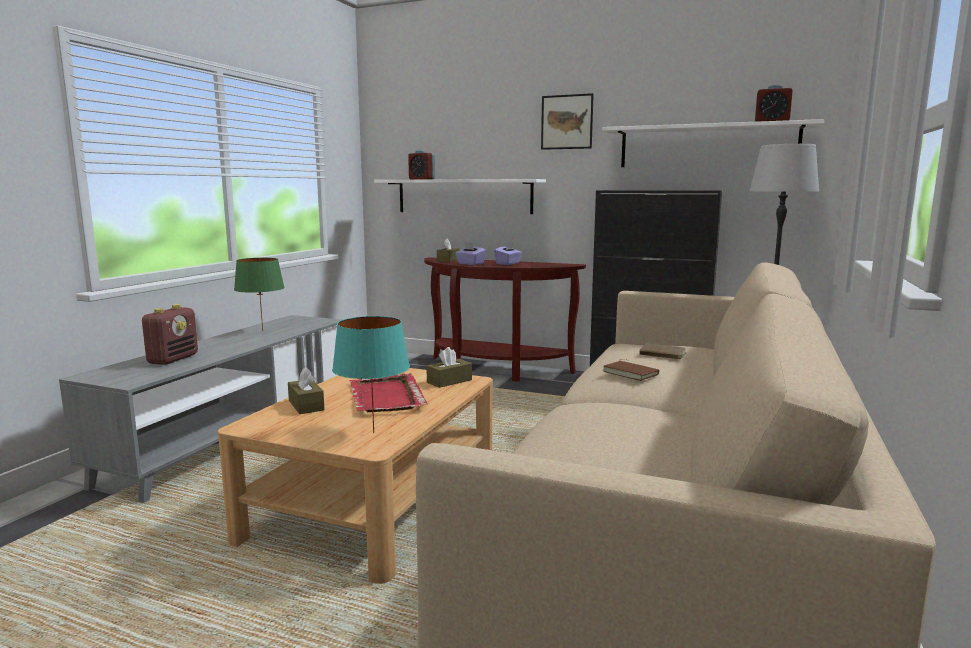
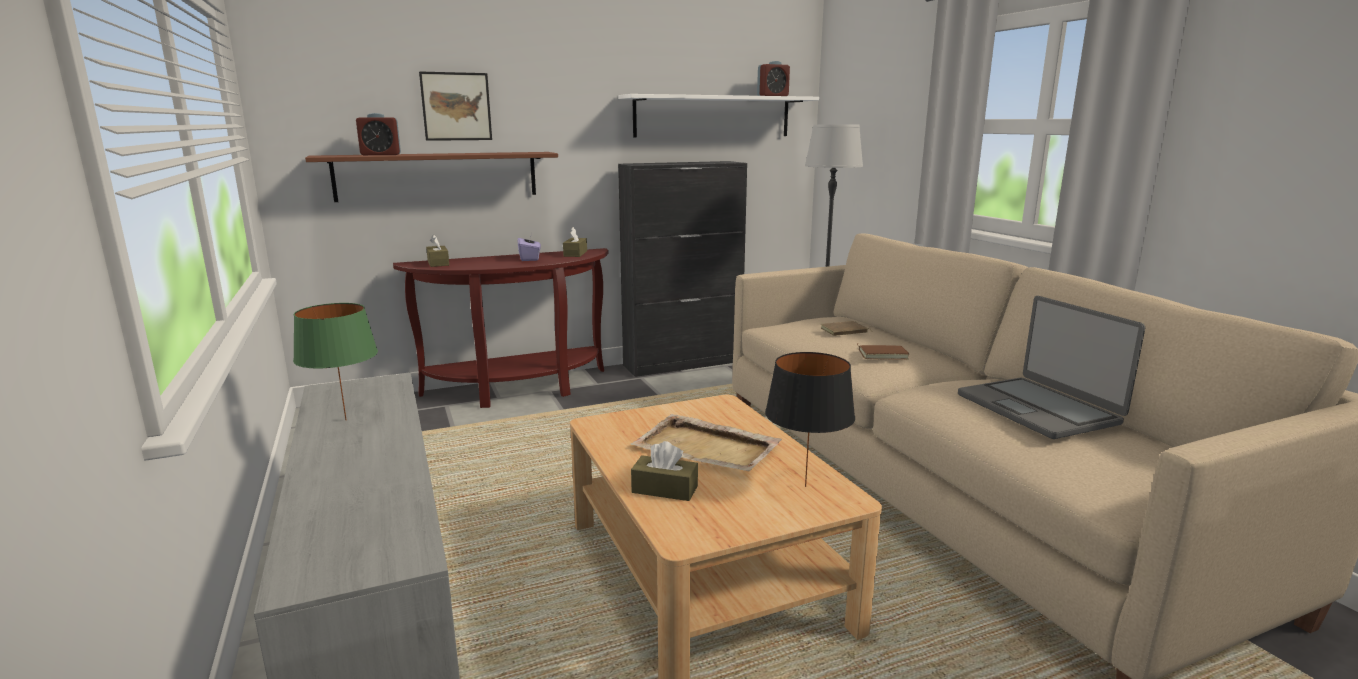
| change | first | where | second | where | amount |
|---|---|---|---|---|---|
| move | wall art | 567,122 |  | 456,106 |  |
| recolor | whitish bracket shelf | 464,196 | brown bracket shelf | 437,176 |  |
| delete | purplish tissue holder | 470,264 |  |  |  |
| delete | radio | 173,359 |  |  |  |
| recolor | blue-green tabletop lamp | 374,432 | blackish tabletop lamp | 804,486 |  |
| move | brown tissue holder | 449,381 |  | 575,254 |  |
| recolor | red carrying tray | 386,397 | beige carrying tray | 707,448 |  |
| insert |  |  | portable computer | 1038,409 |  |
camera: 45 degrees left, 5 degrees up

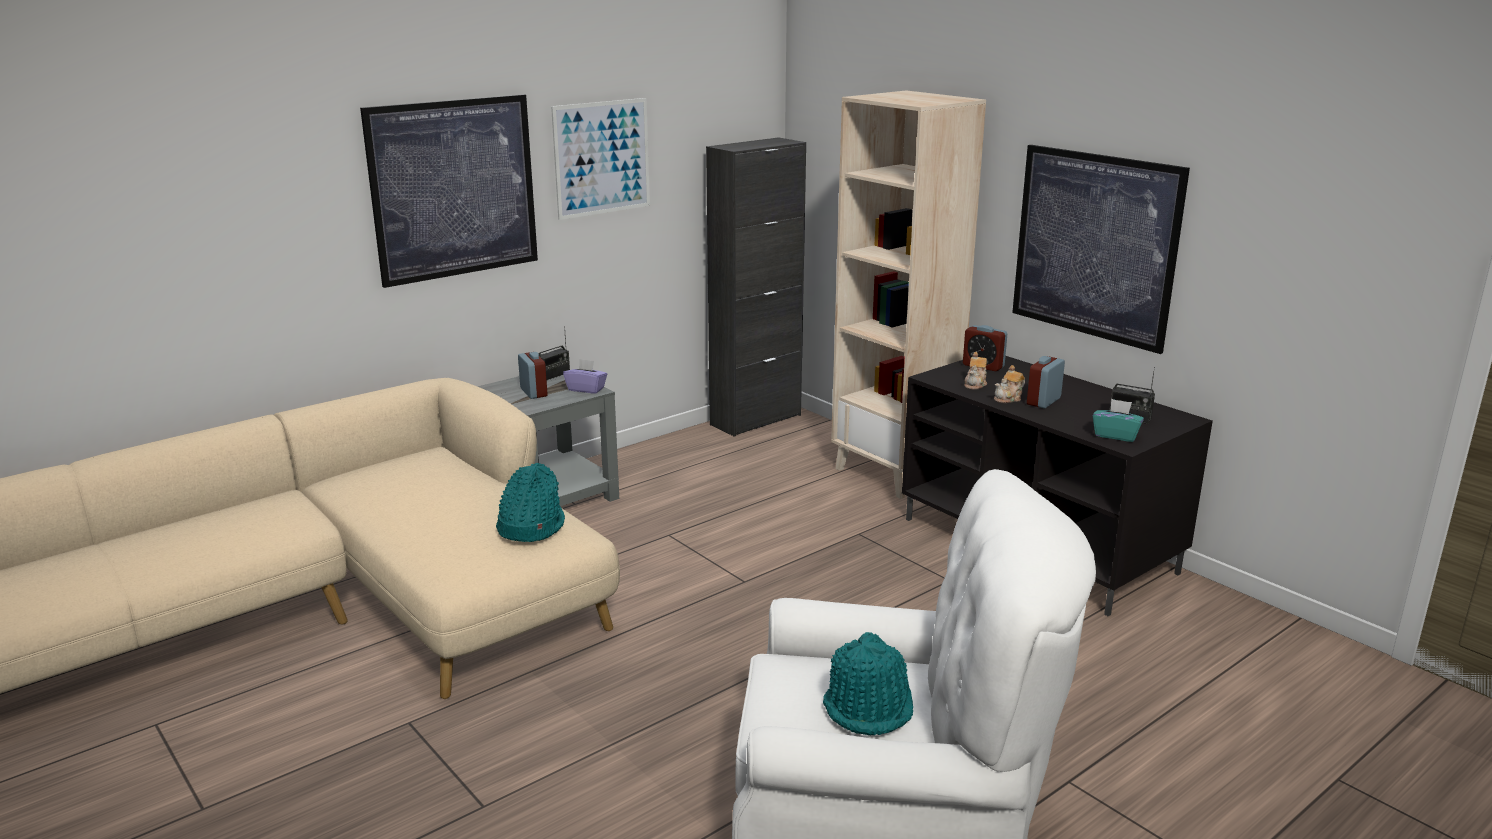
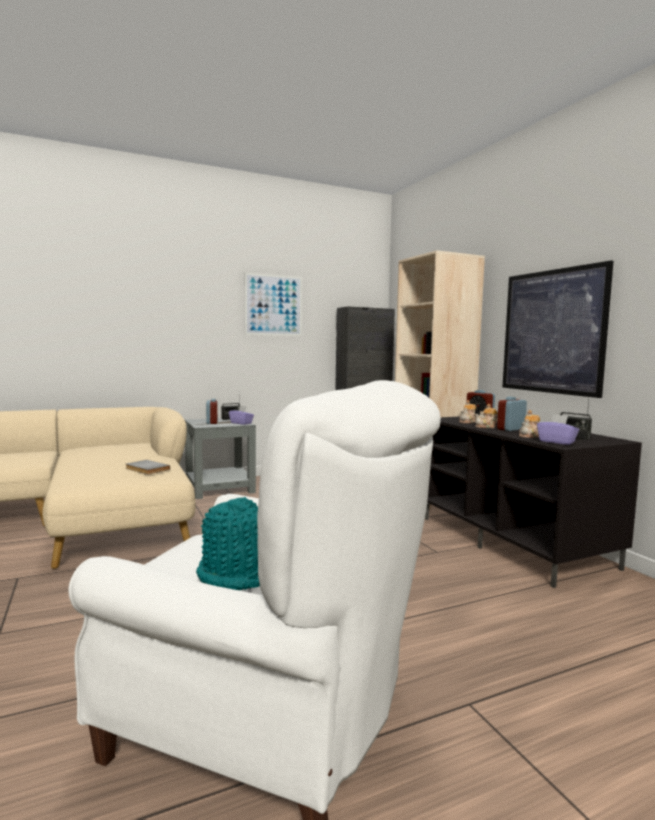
| change | first | where | second | where | amount |
|---|---|---|---|---|---|
| delete | wall art | 454,189 |  |  |  |
| recolor | blue-green tissue holder | 1116,435 | purplish tissue holder | 557,442 |  |
| replace | blue-green hat | 530,526 | grey volume | 146,469 |  |
| insert |  |  | pot for tea | 529,436 |  |
camera: 15 degrees right, 15 degrees down

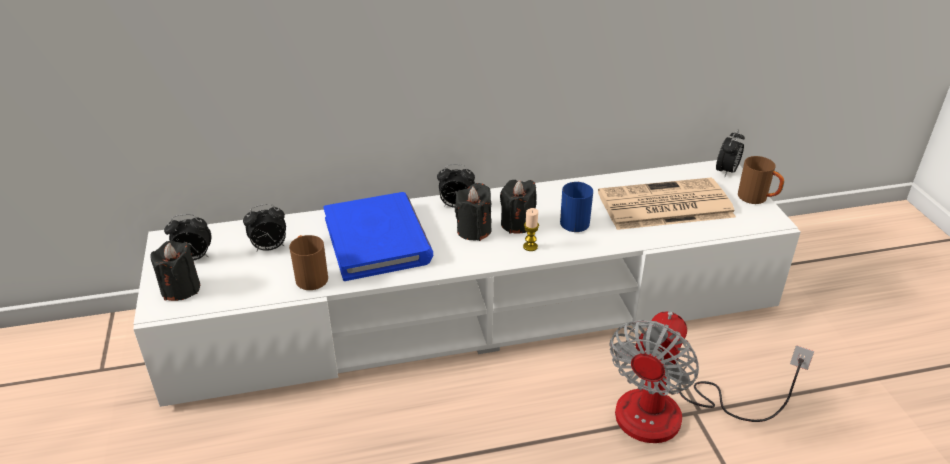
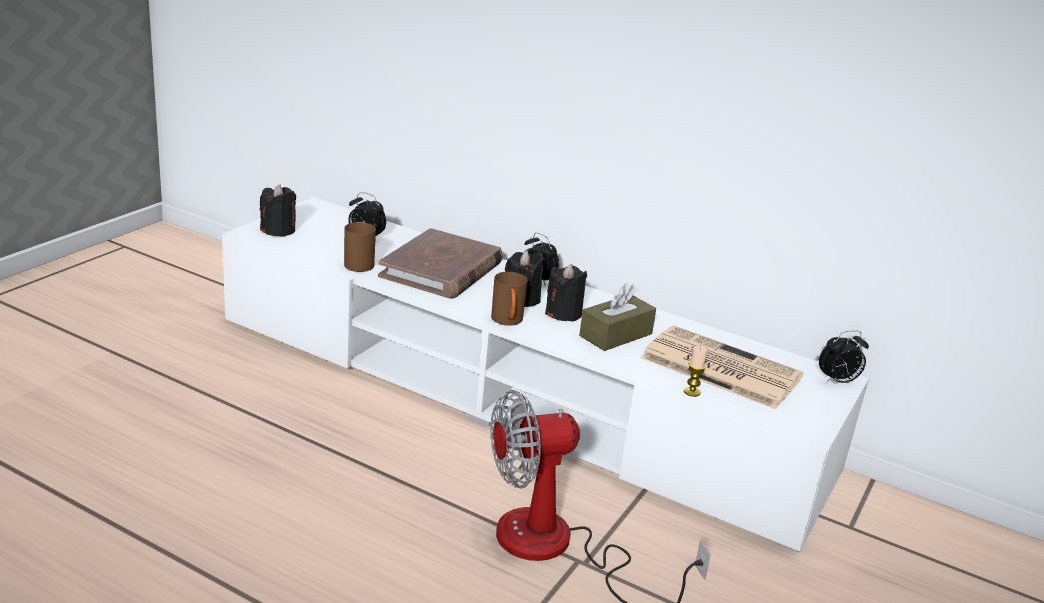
| change | first | where | second | where | amount |
|---|---|---|---|---|---|
| move | brown mug | 757,199 |  | 508,322 |  |
| replace | blue mug | 574,220 | brown tissue holder | 615,335 |  |
| recolor | blue volume | 378,240 | brown volume | 442,270 |  |
| move | candle | 530,246 |  | 692,392 |  |
| delete | alarm clock | 194,258 |  |  |  |
camera: 40 degrees right, 10 degrees down

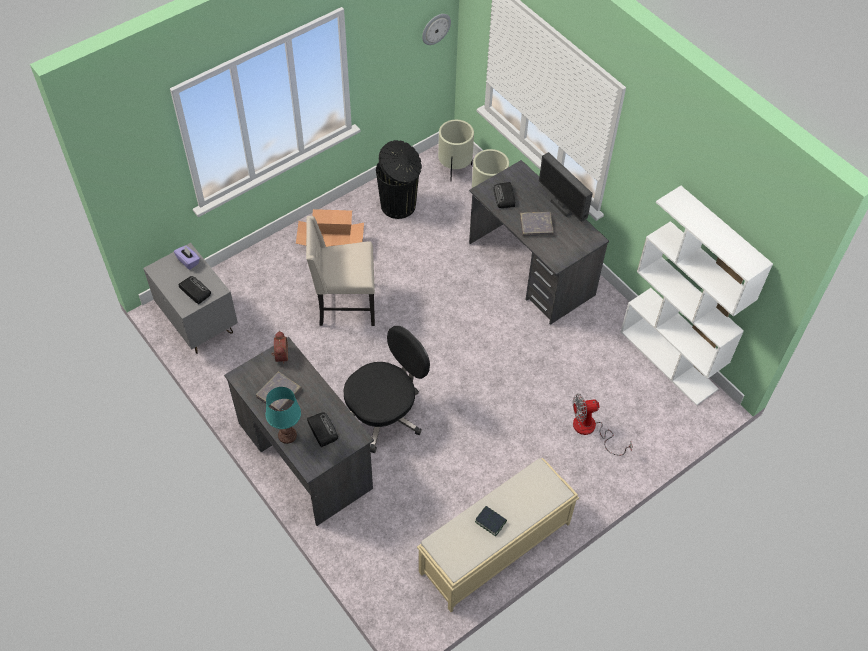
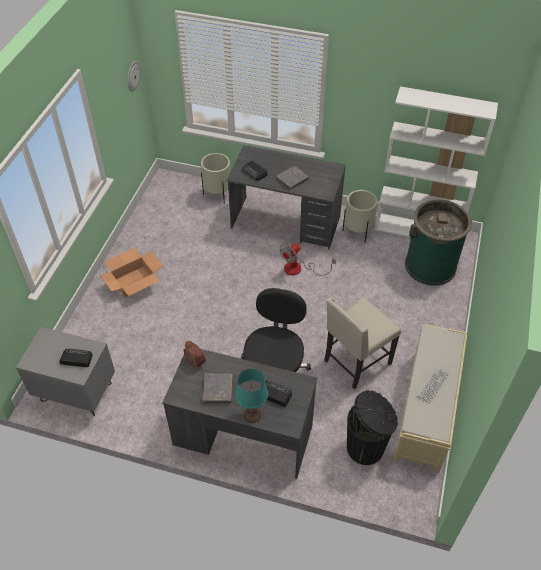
| change | first | where | second | where | amount |
|---|---|---|---|---|---|
| move | beige plant pot | 455,168 |  | 358,232 |  |
| move | blackish rubbish bin | 399,206 |  | 366,447 |  |
| delete | computer screen | 562,207 |  |  |  |
| move | beige chair | 345,305 |  | 356,362 |  |
| delete | purplish tissue holder | 188,261 |  |  |  |
| move | fan | 591,430 |  | 299,269 |  |
| replace | volume | 490,522 | computer keyboard | 433,385 |  |
| insert |  |  | green-coloured rubbish bin | 430,265 |  |
camera: 35 degrees left, 5 degrees down

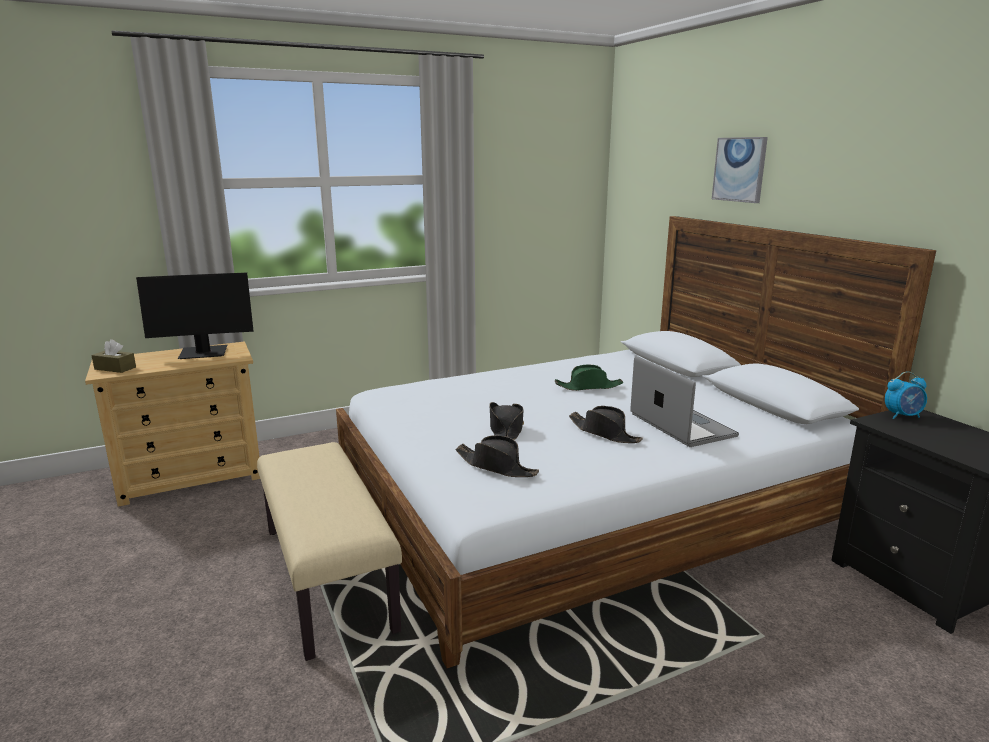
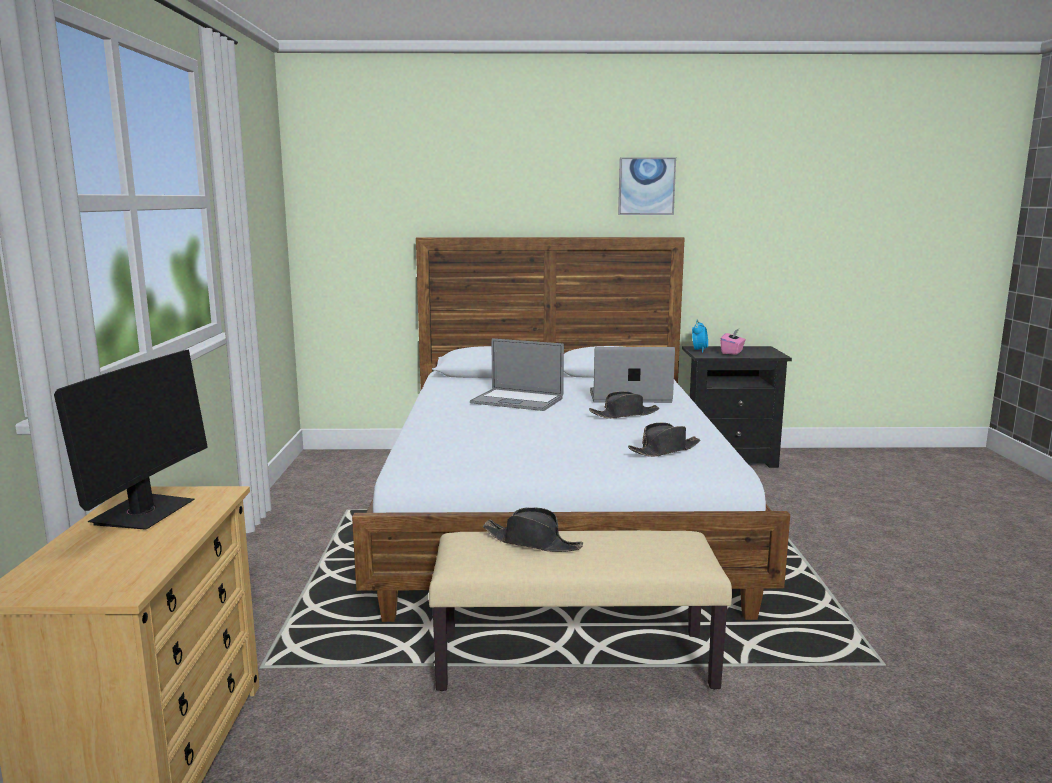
| change | first | where | second | where | amount |
|---|---|---|---|---|---|
| move | wall art | 739,169 |  | 646,186 |  |
| delete | brown tissue holder | 115,368 |  |  |  |
| replace | green-coloured hat | 589,387 | portable computer | 517,400 |  |
| move | blackish hat | 506,429 |  | 532,542 |  |
| insert |  |  | pink tissue holder | 732,352 |  |
camera: 65 degrees left, 5 degrees down

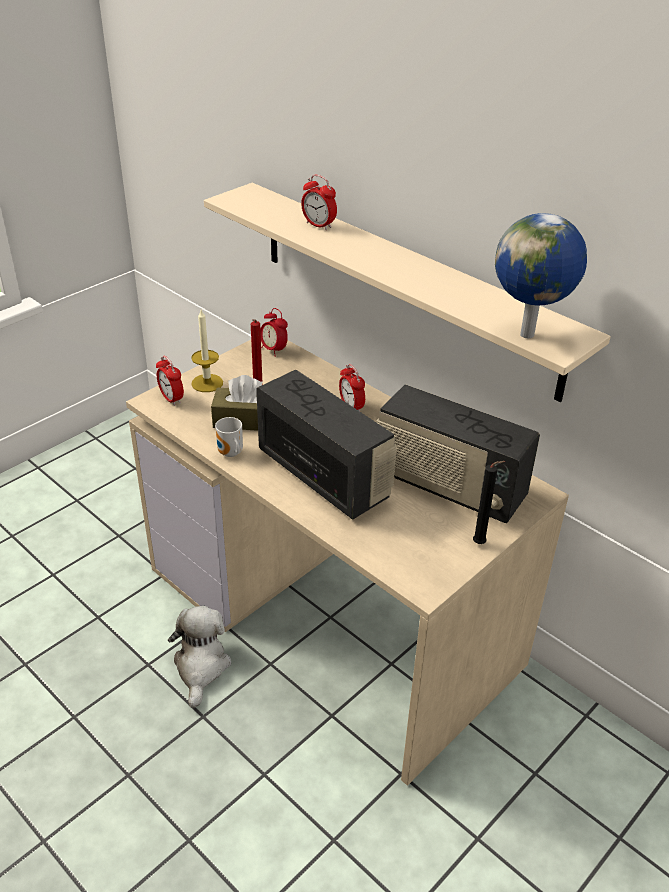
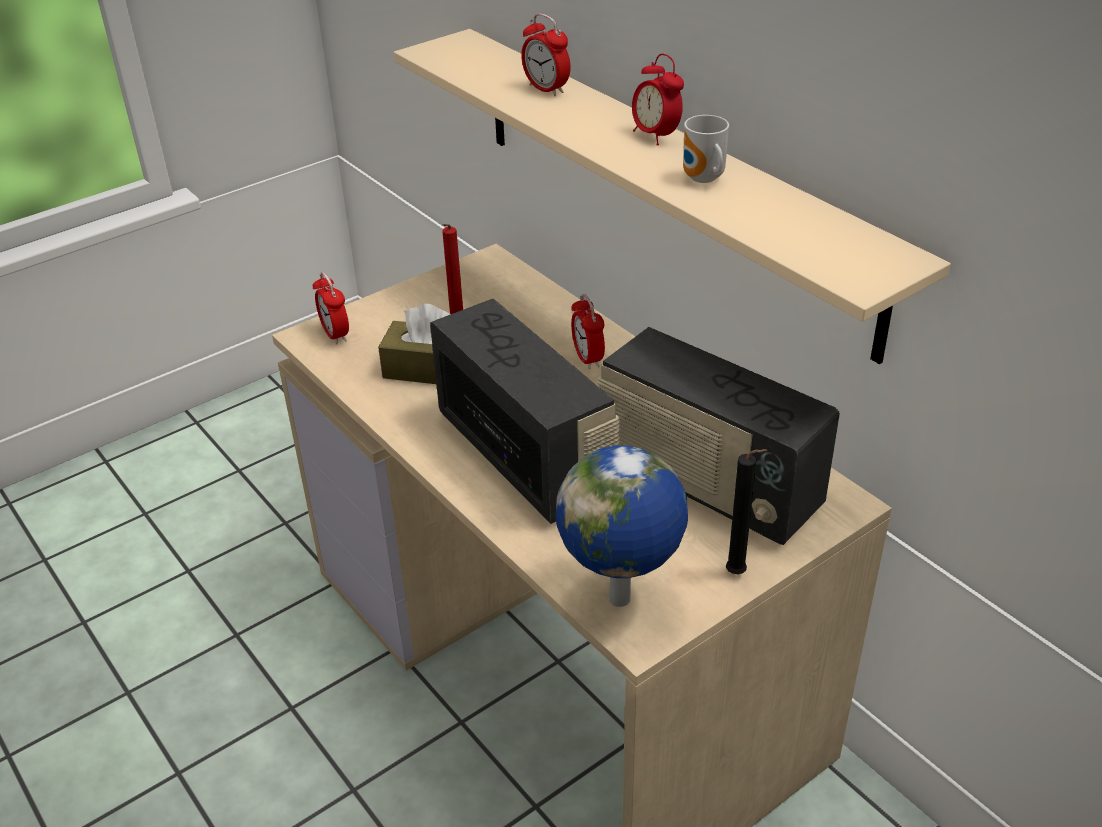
| change | first | where | second | where | amount |
|---|---|---|---|---|---|
| move | globe | 529,335 |  | 622,600 |  |
| move | alarm clock | 274,350 |  | 655,136 |  |
| delete | candle | 207,383 |  |  |  |
| move | mug | 230,454 |  | 703,179 |  |
| delete | cuddly toy | 201,666 |  |  |  |
camera: 10 degrees right, 0 degrees up

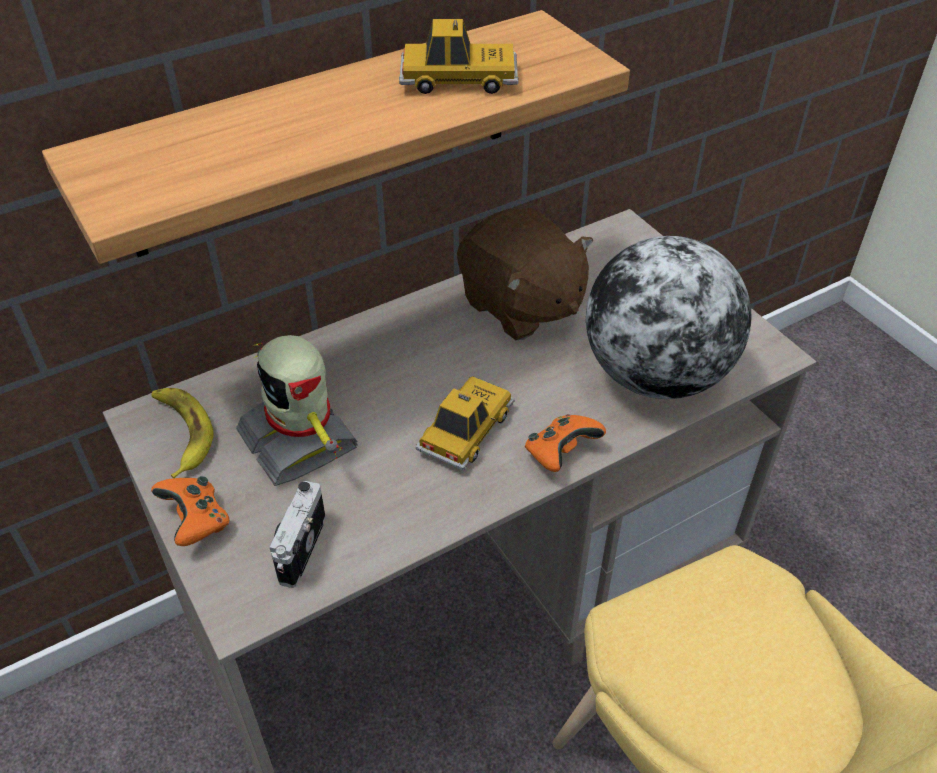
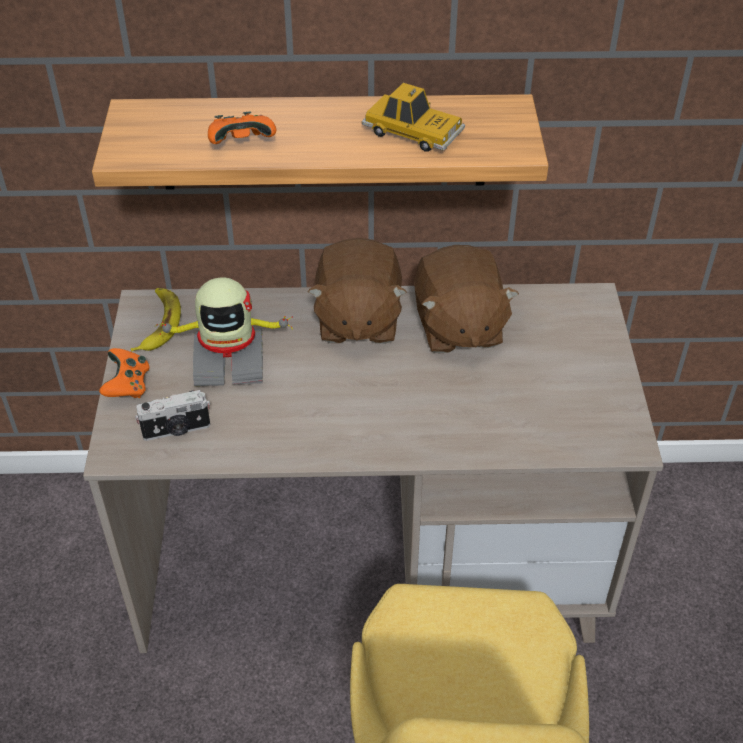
| change | first | where | second | where | amount |
|---|---|---|---|---|---|
| delete | globe | 655,375 |  |  |  |
| rotate | toy robot | 300,439 |  | 229,360 | 90 degrees counterclockwise |
| delete | toy car | 465,430 |  |  |  |
| move | orangey gamepad | 560,453 |  | 242,143 |  |
| rotate | photo camera | 299,548 |  | 176,430 | 150 degrees counterclockwise |
| insert |  |  | brown cuddly toy | 357,320 |  |
camera: 30 degrees right, 0 degrees up

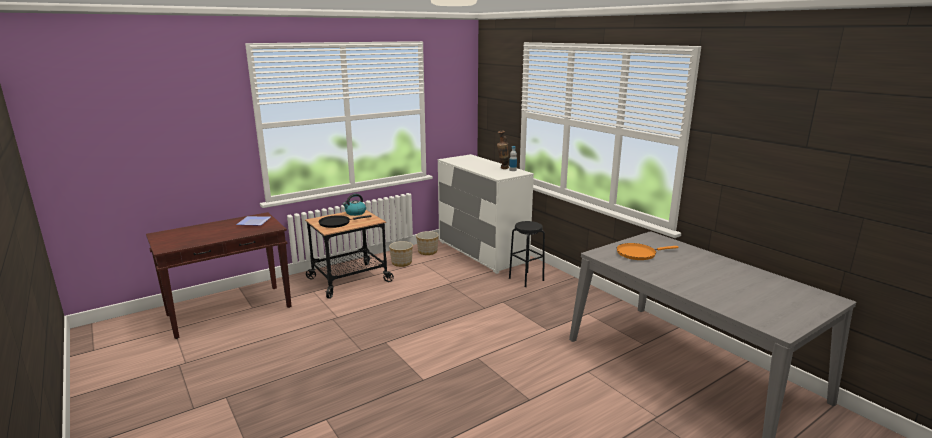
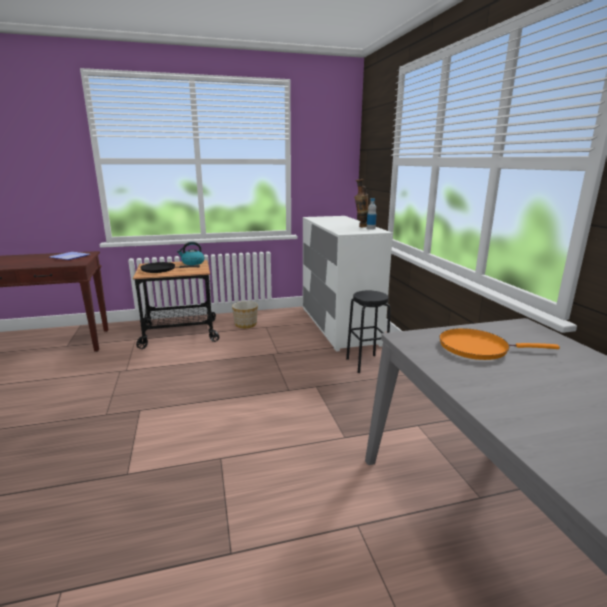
| change | first | where | second | where | amount |
|---|---|---|---|---|---|
| delete | plant pot | 427,251 |  |  |  |
camera: 20 degrees right, 0 degrees up

